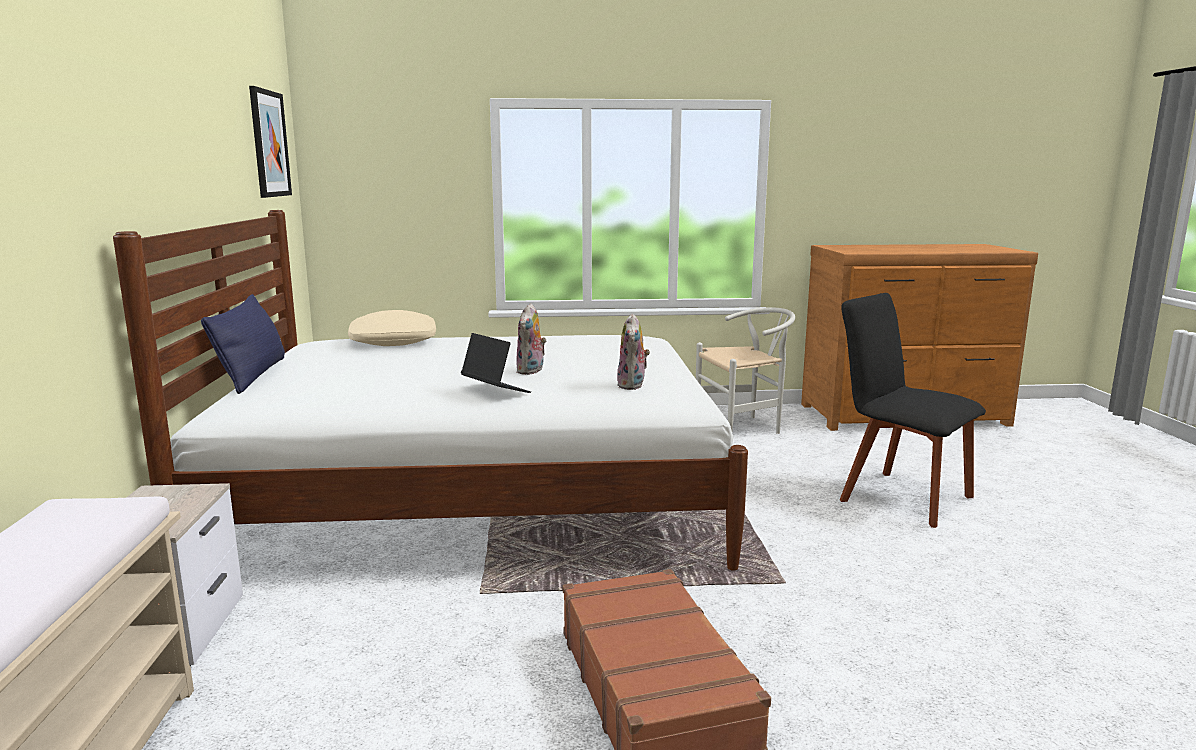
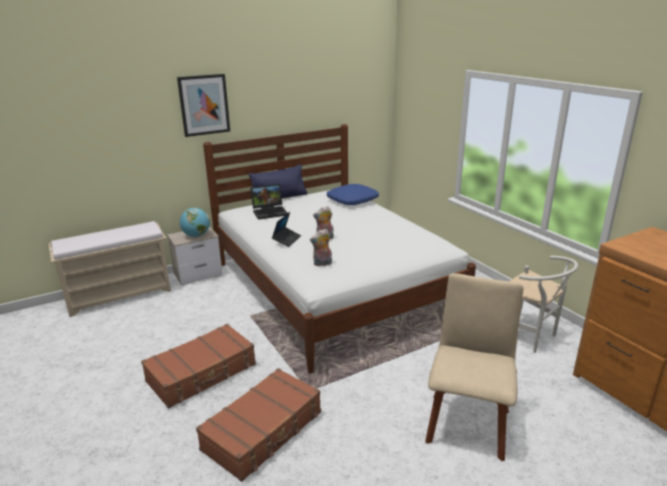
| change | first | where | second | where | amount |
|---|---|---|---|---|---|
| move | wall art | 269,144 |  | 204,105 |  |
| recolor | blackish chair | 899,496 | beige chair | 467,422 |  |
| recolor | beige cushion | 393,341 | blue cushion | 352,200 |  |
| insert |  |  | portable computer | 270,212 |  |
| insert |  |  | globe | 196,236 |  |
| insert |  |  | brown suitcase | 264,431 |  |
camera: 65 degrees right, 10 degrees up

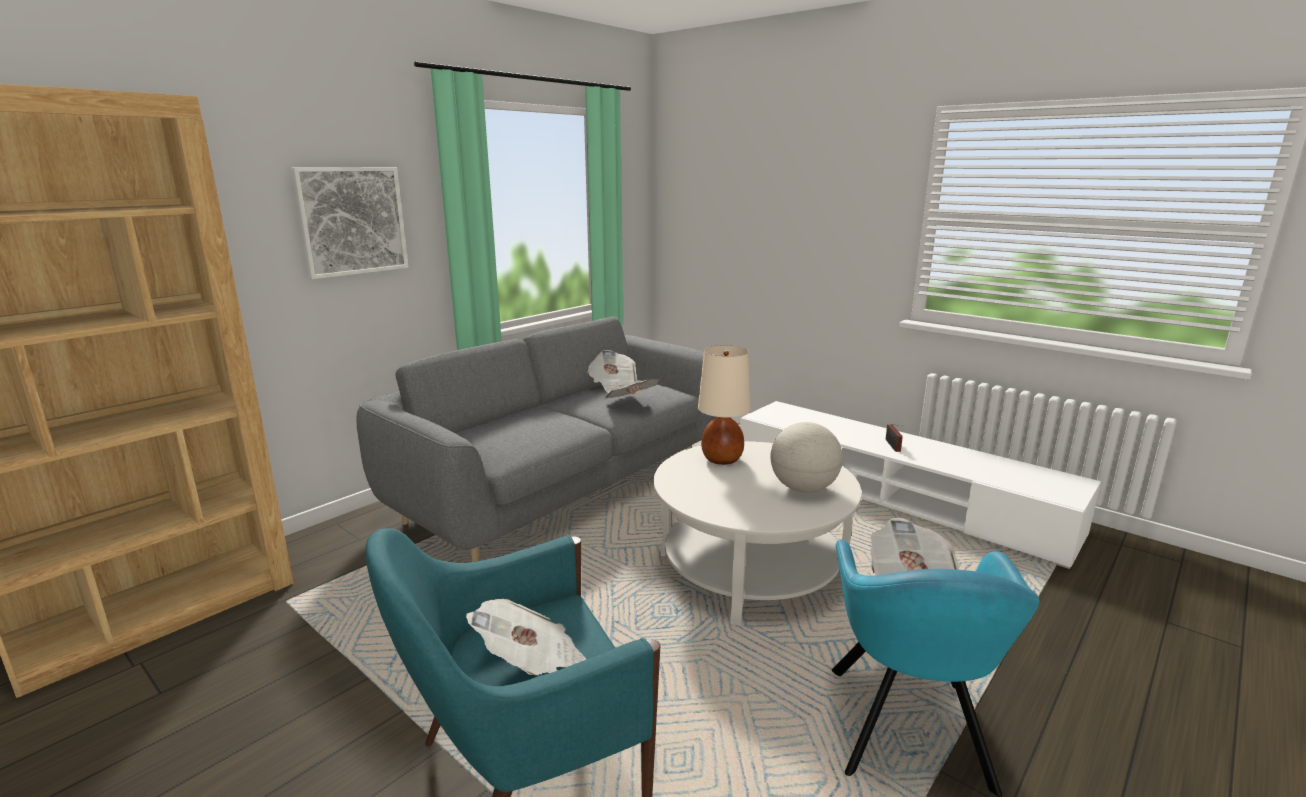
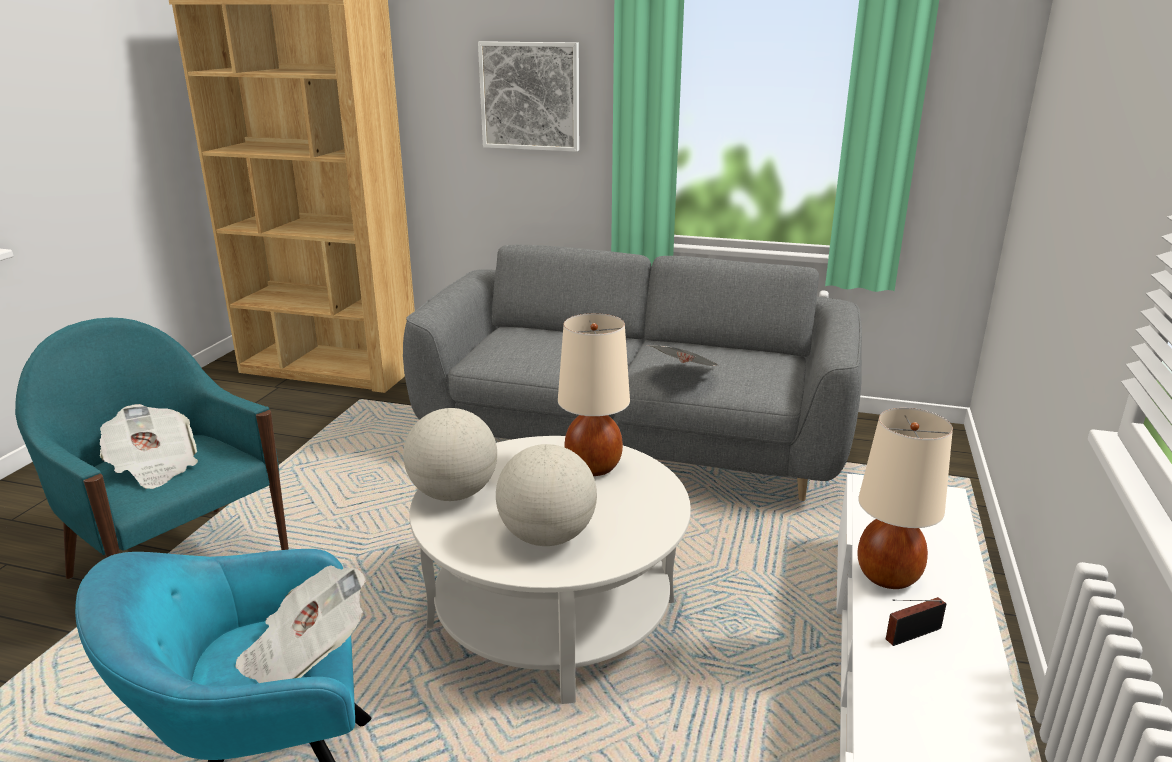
| change | first | where | second | where | amount |
|---|---|---|---|---|---|
| delete | daily paper | 612,385 |  |  |  |
| insert |  |  | globe | 453,494 |  |
| insert |  |  | beige tabletop lamp | 887,577 |  |
camera: 65 degrees right, 5 degrees up

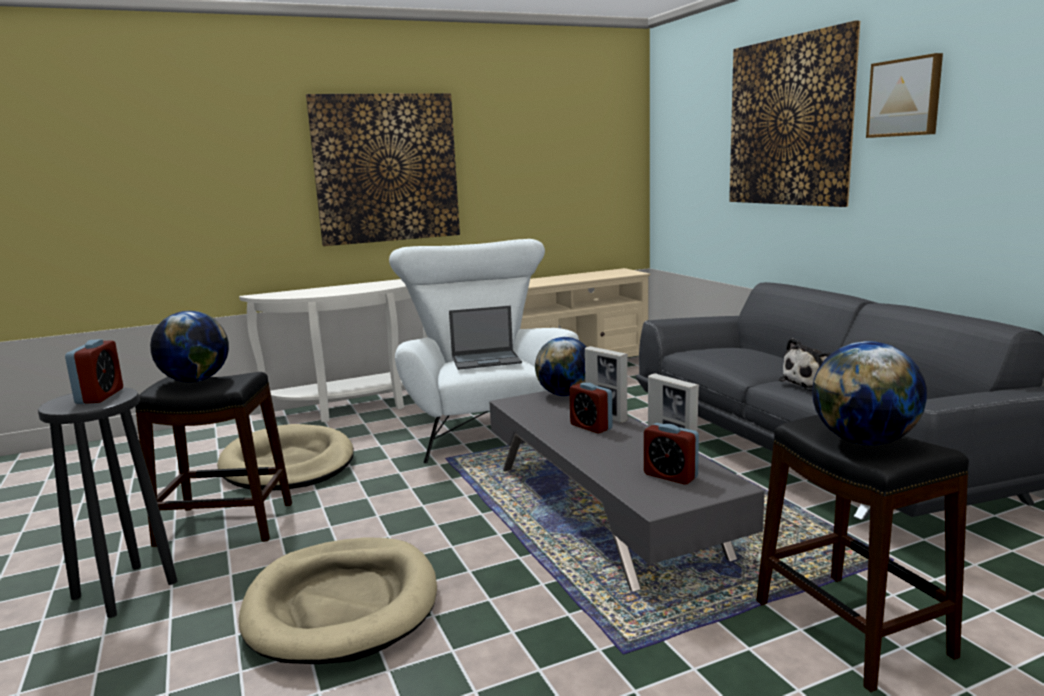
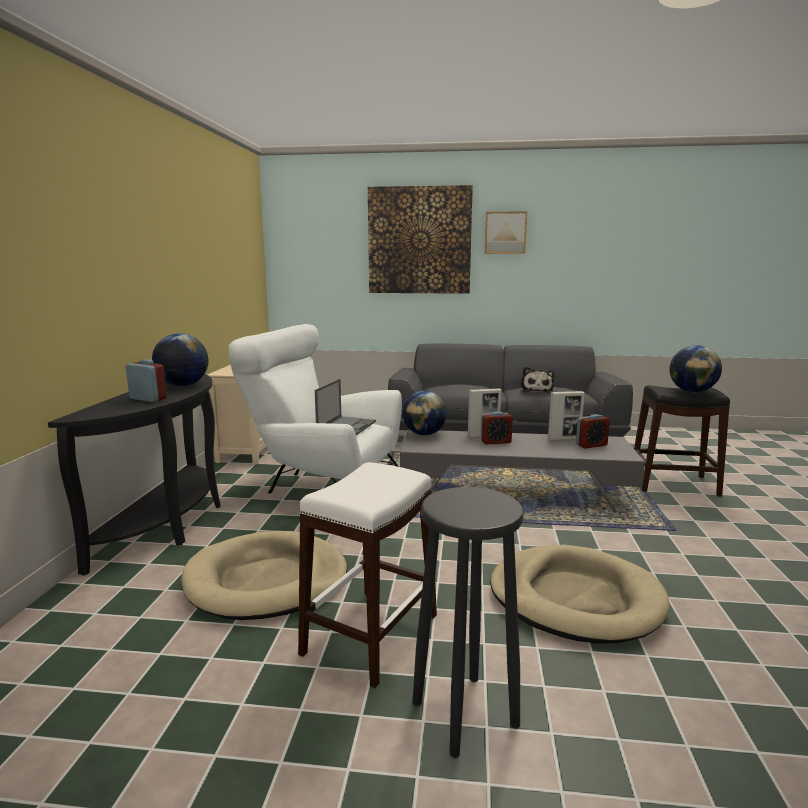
| change | first | where | second | where | amount |
|---|---|---|---|---|---|
| delete | wall art | 386,168 |  |  |  |
| recolor | whitish narrow table | 356,407 | blackish narrow table | 171,523 |  |
| move | globe | 195,380 |  | 183,385 |  |
| move | alarm clock | 100,396 |  | 148,399 |  |
| recolor | blackish sitting stool | 225,523 | whitish sitting stool | 370,634 |  |
camera: 60 degrees left, 0 degrees up

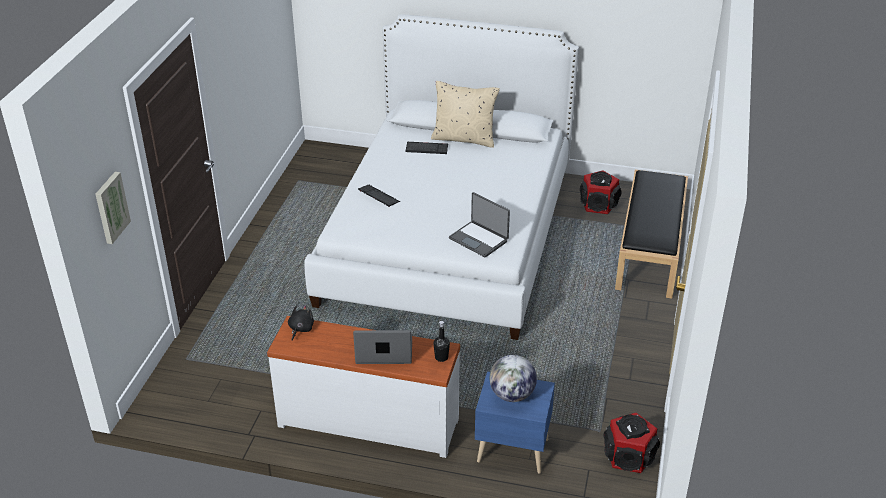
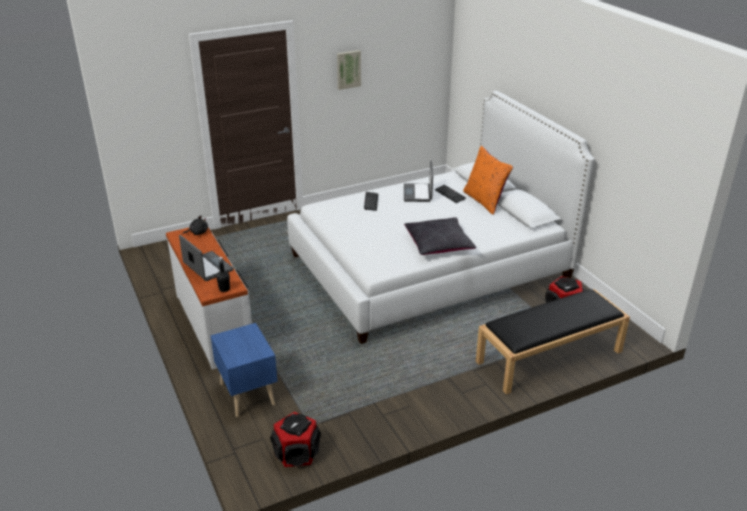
| change | first | where | second | where | amount |
|---|---|---|---|---|---|
| recolor | beige cushion | 464,138 | orangey cushion | 485,201 |  |
| move | wall art | 110,207 |  | 348,69 |  |
| move | portable computer | 479,239 |  | 418,193 |  |
| delete | globe | 512,395 |  |  |  |
| insert |  |  | blackish cushion | 438,244 |  |
camera: 50 degrees right, 5 degrees down

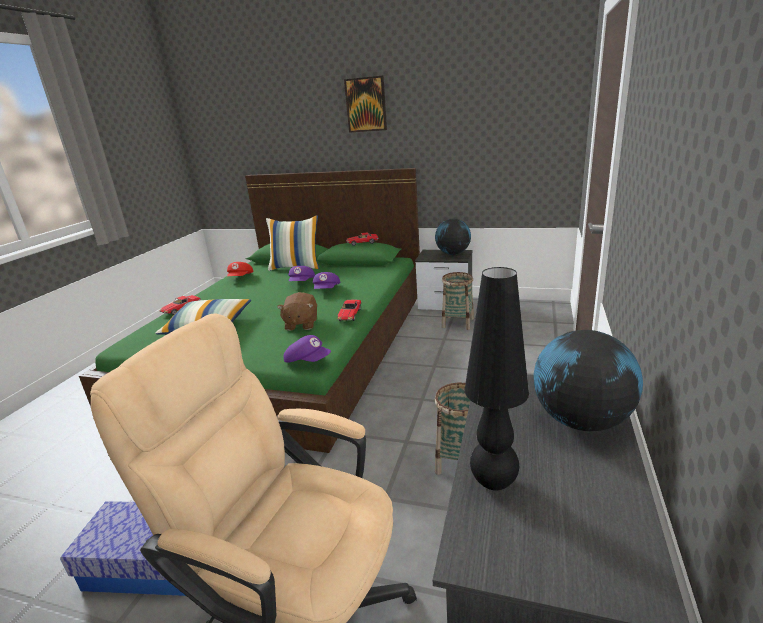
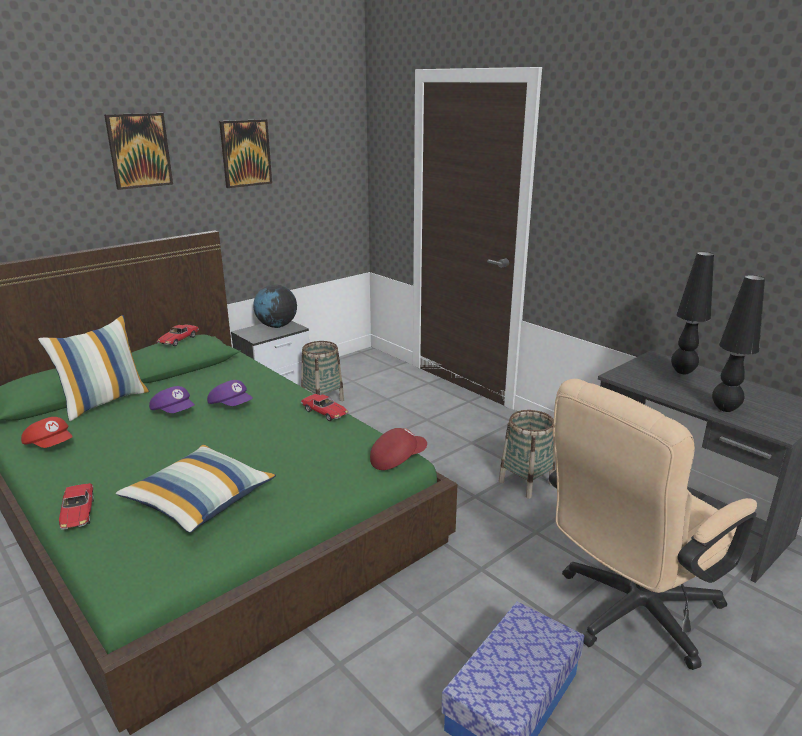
| change | first | where | second | where | amount |
|---|---|---|---|---|---|
| delete | brown cuddly toy | 301,324 |  |  |  |
| replace | globe | 580,420 | blackish tabletop lamp | 682,372 |  |
| recolor | purplish cap | 308,361 | red cap | 397,459 |  |
| insert |  |  | wall art | 245,153 |  |
camera: 60 degrees left, 0 degrees up

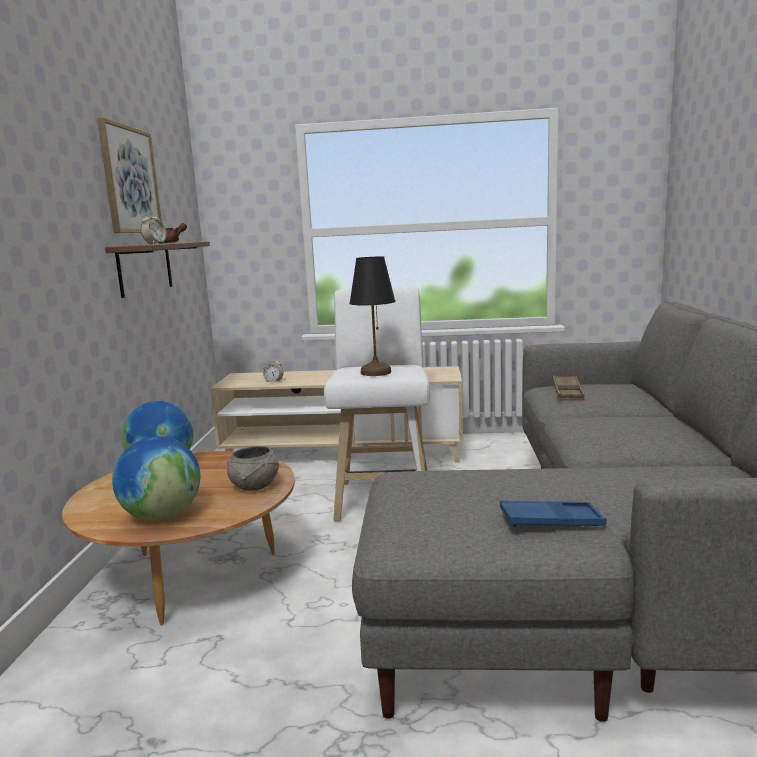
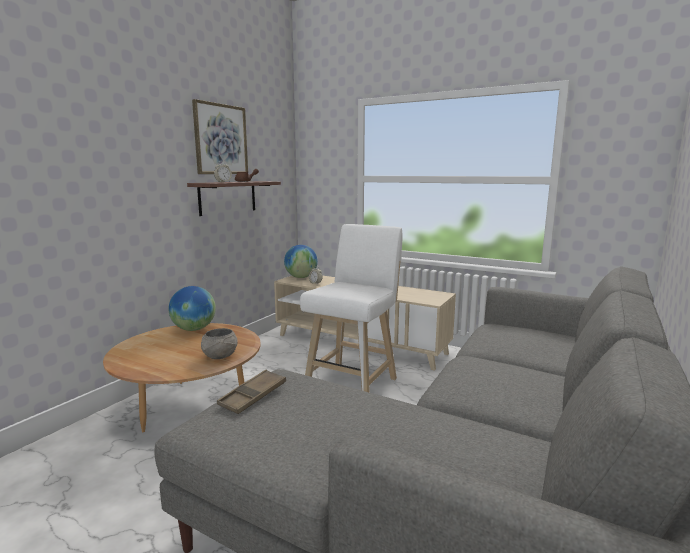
| change | first | where | second | where | amount |
|---|---|---|---|---|---|
| delete | blackish tabletop lamp | 375,372 |  |  |  |
| move | brown carrying tray | 567,391 |  | 253,396 |  |
| move | globe | 162,516 |  | 301,277 |  |
| delete | blue carrying tray | 551,521 |  |  |  |
camera: 25 degrees right, 0 degrees up

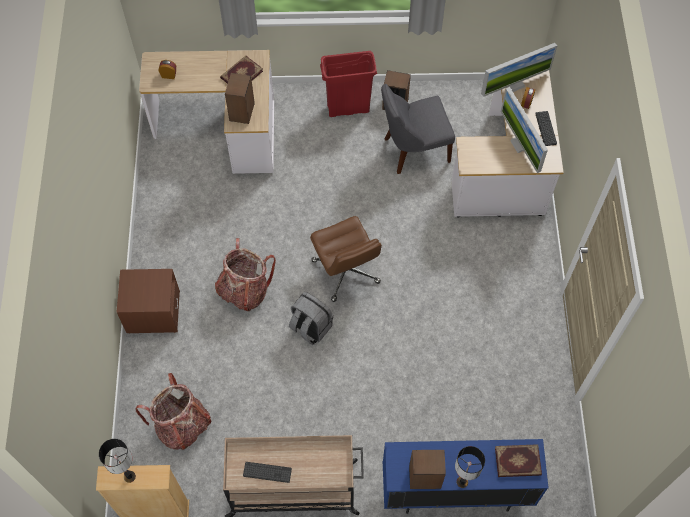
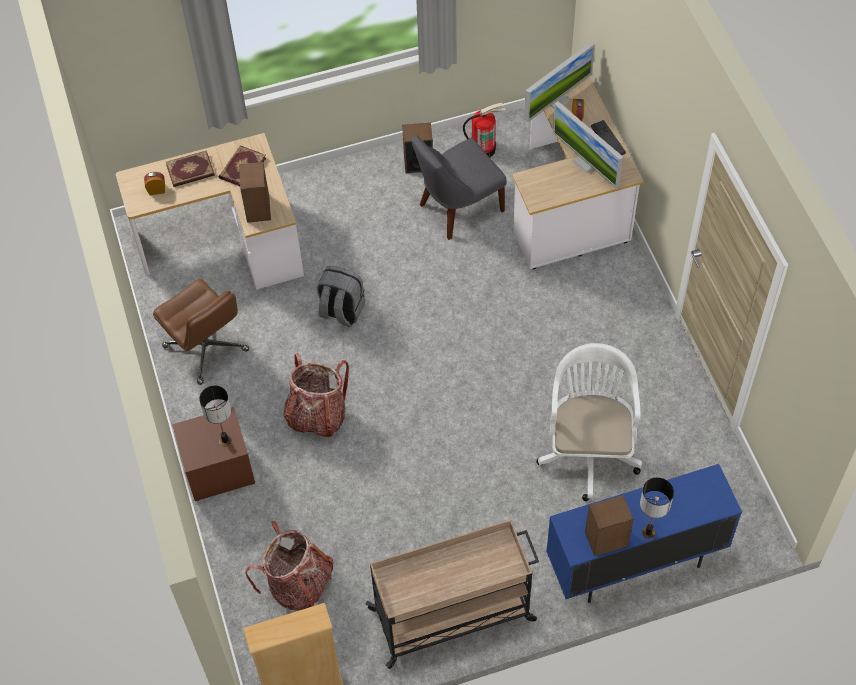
| change | first | where | second | where | amount |
|---|---|---|---|---|---|
| delete | red rubbish bin | 348,109 |  |  |  |
| move | brown office chair | 346,272 |  | 207,349 |  |
| move | grey backpack | 310,327 |  | 341,311 |  |
| move | tabletop lamp | 130,476 |  | 225,441 |  |
| move | volume | 517,462 |  | 190,171 |  |
| delete | computer keyboard | 267,472 |  |  |  |
| insert |  |  | fire-fighting cylinder | 483,148 |  |
| insert |  |  | whitish office chair | 588,449 |  |
camera: 15 degrees left, 5 degrees down

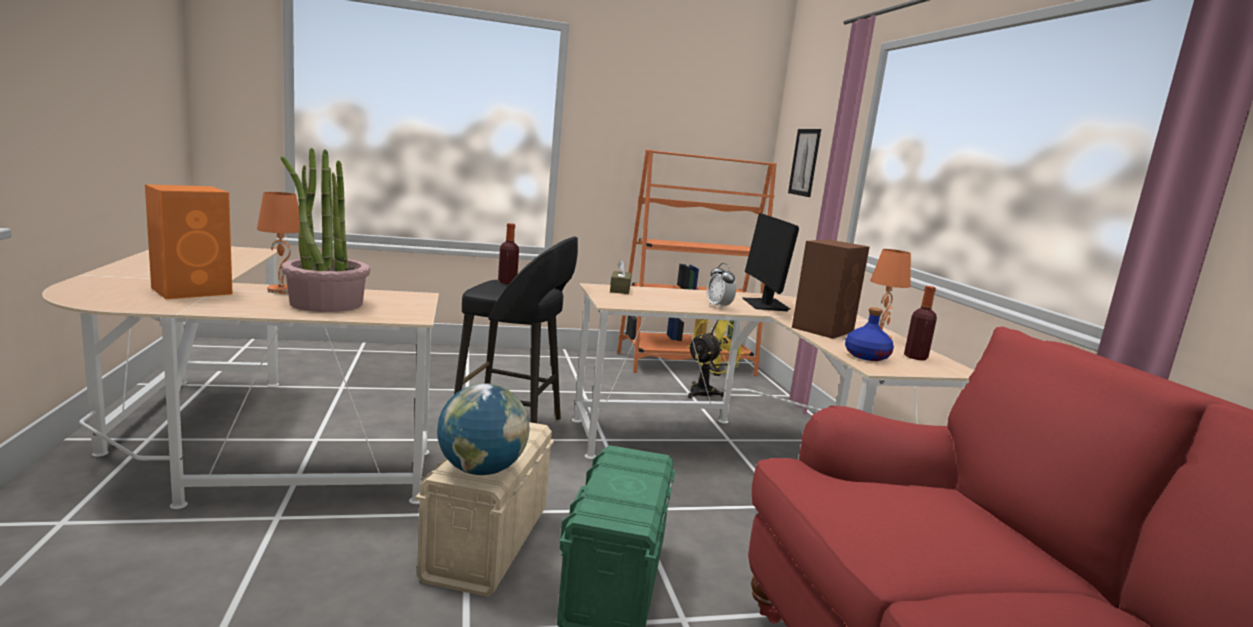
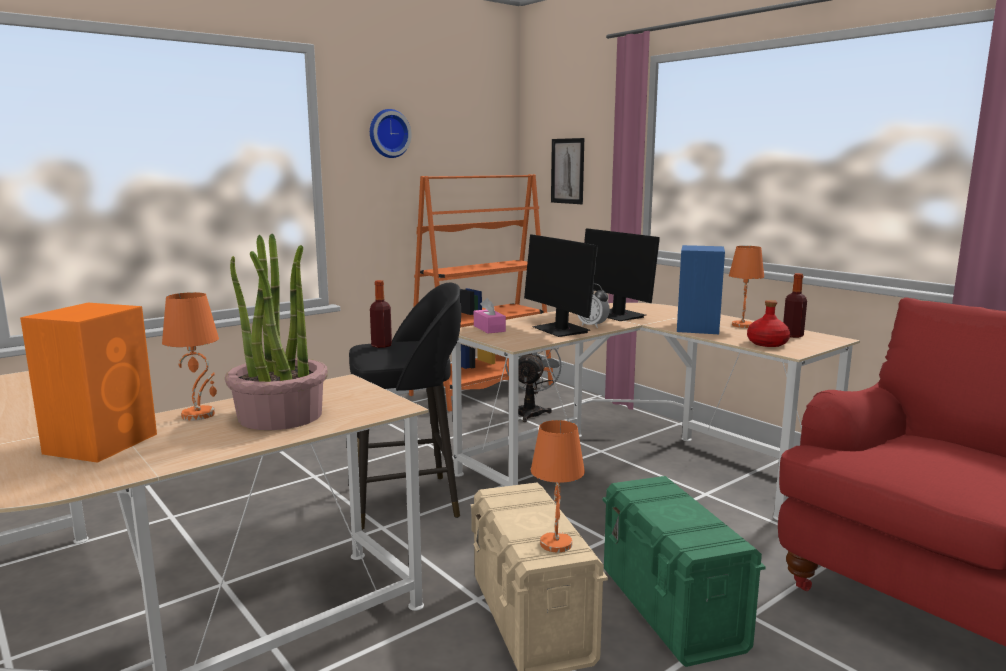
| change | first | where | second | where | amount |
|---|---|---|---|---|---|
| recolor | brown audio speaker | 823,329 | blue audio speaker | 697,327 |  |
| recolor | brown tissue holder | 620,289 | pink tissue holder | 489,328 |  |
| recolor | blue beverage bottle | 866,356 | red beverage bottle | 766,343 |  |
| recolor | yellowish fan | 706,392 | grey fan | 531,412 |  |
| replace | globe | 481,470 | orangey tabletop lamp | 555,543 |  |
| insert |  |  | hanging clock | 388,133 |  |
| insert |  |  | computer screen | 560,330 |  |
camera: 25 degrees left, 0 degrees up

